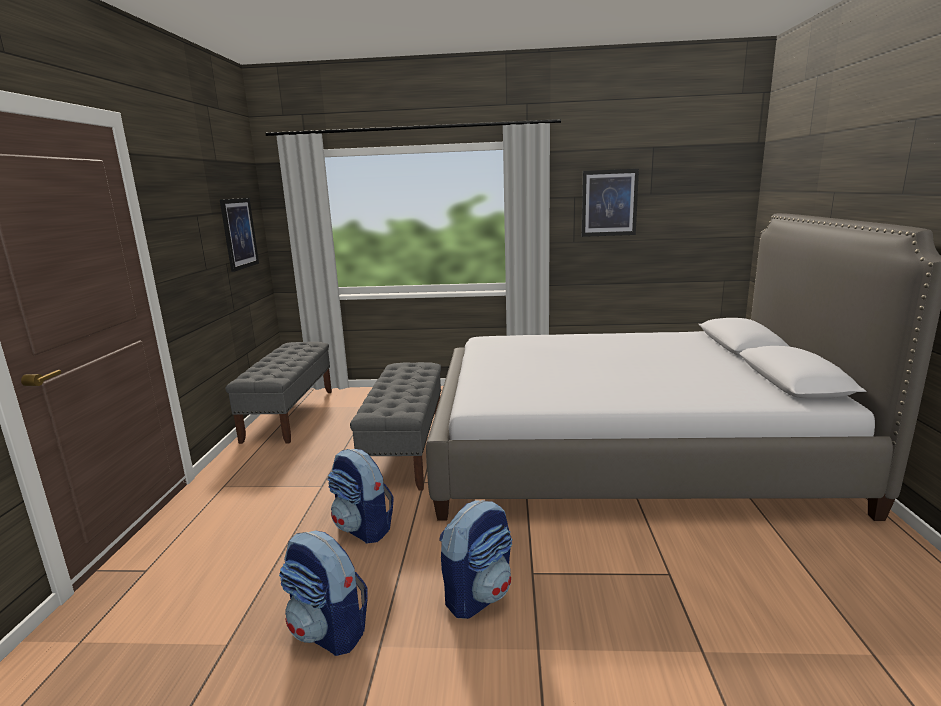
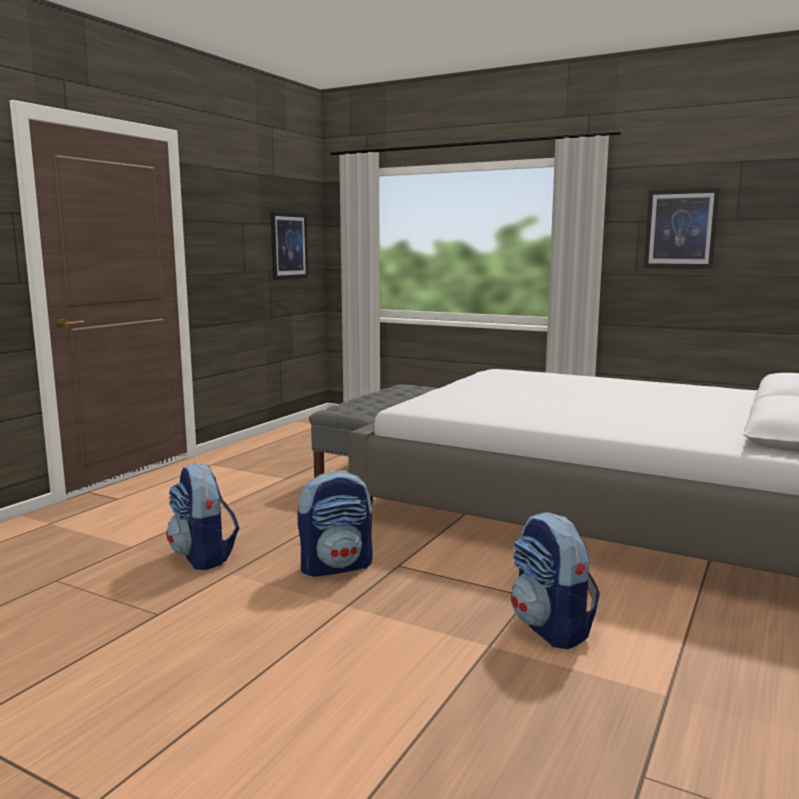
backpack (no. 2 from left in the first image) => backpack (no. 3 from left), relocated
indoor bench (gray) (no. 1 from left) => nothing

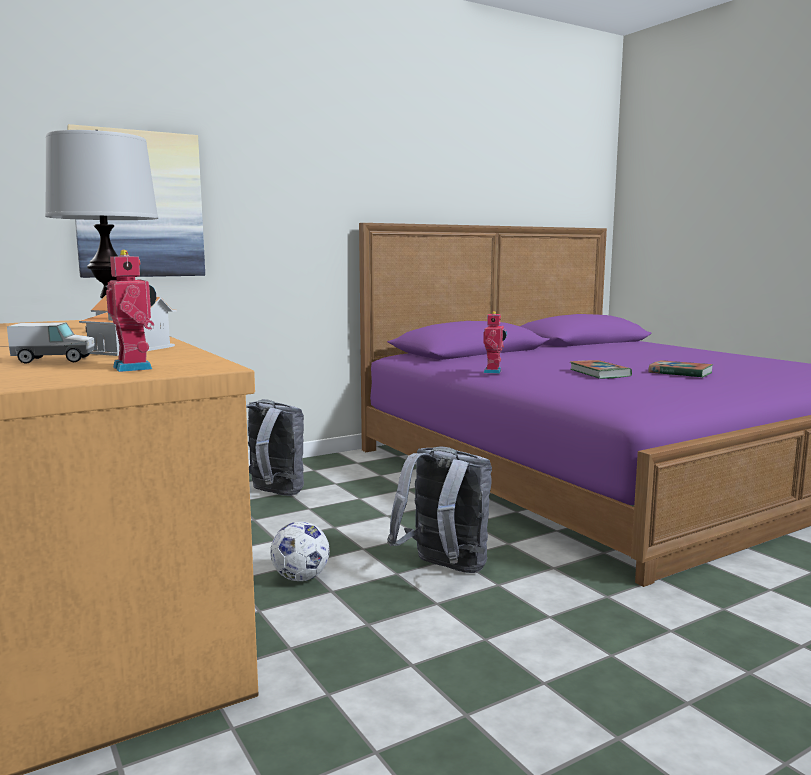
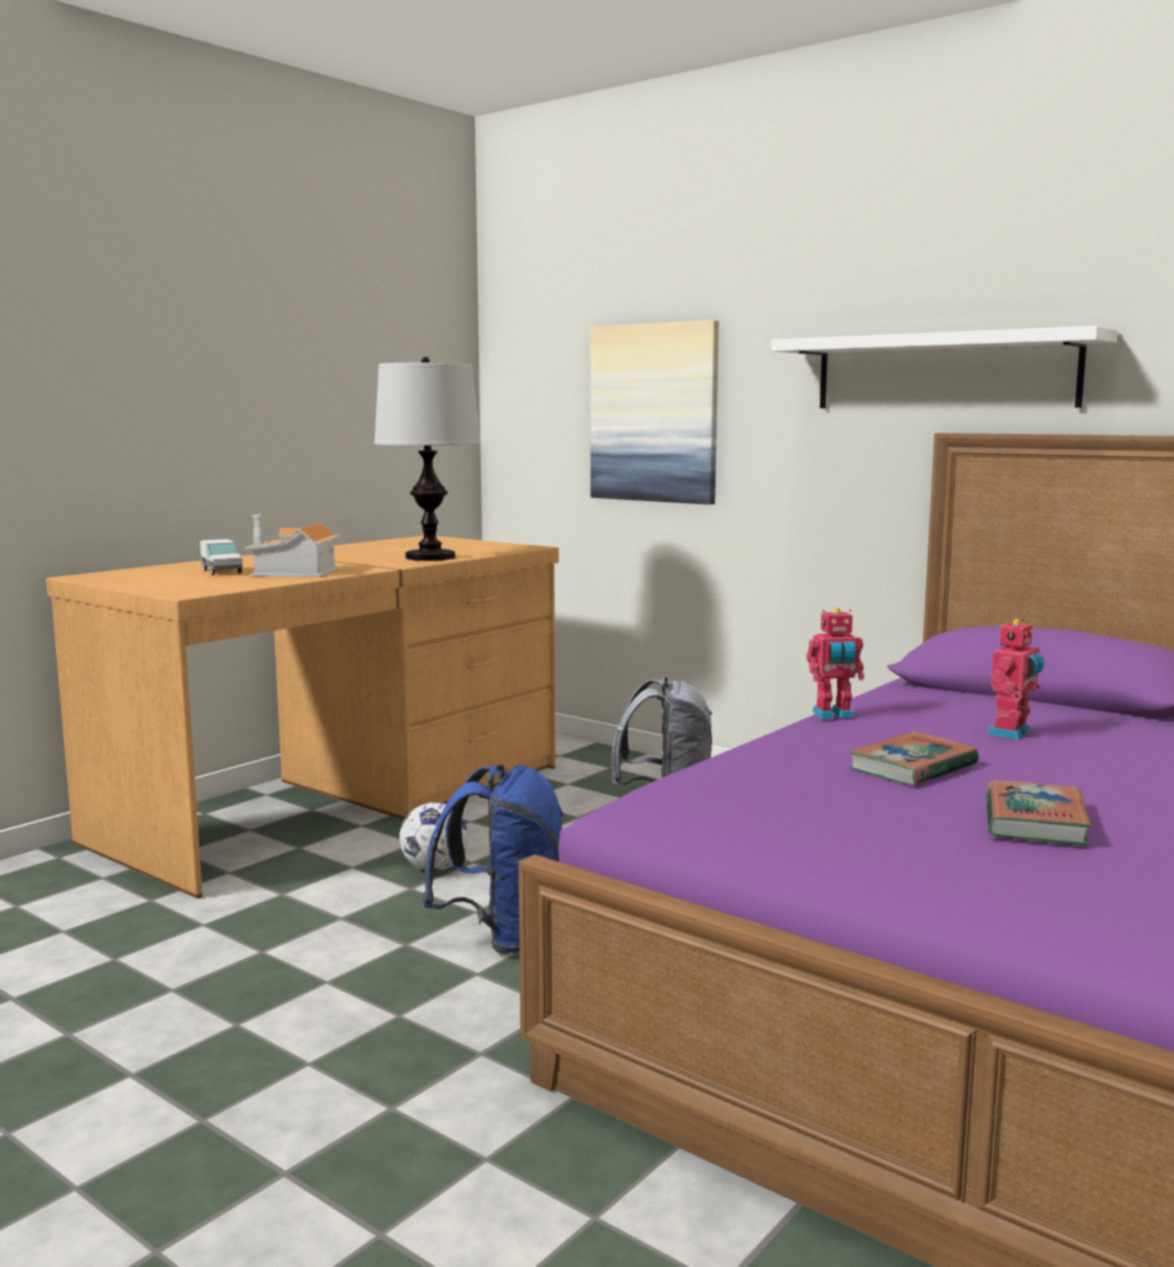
backpack (gray) (no. 2 from left) => backpack (bluish)
nothing => shelf (whitish)
toy robot (no. 1 from left in the first image) => toy robot (no. 2 from left), relocated

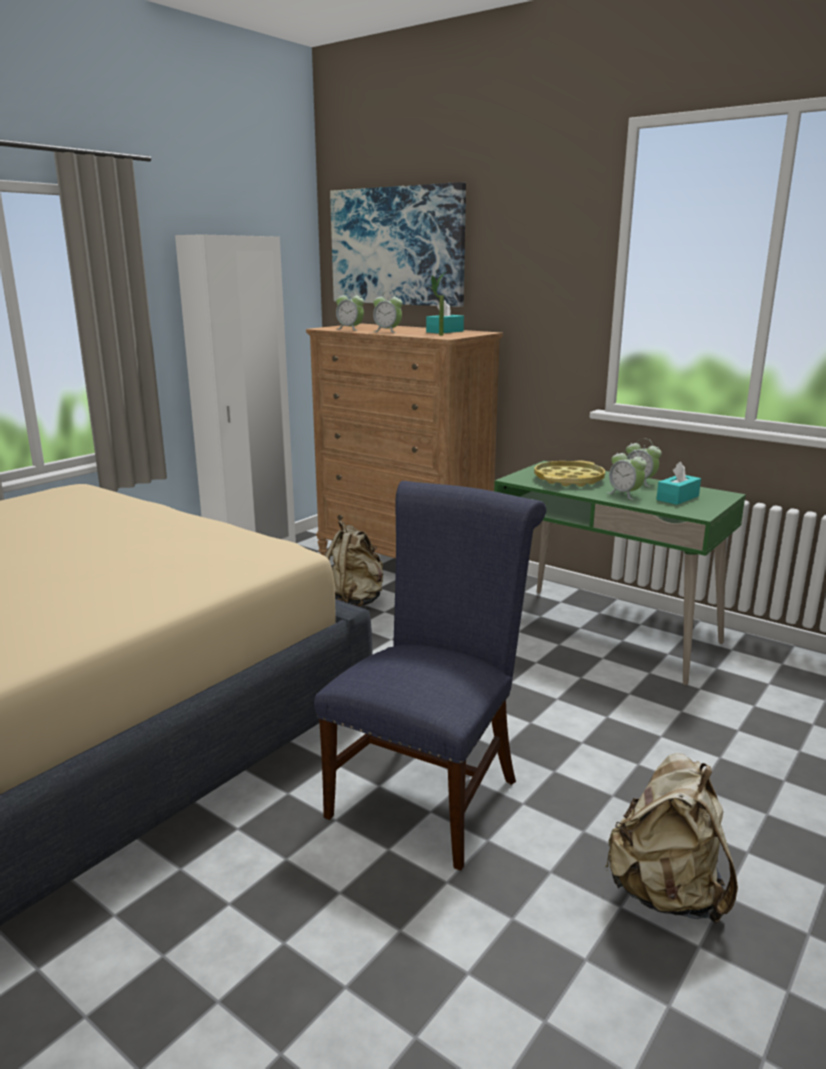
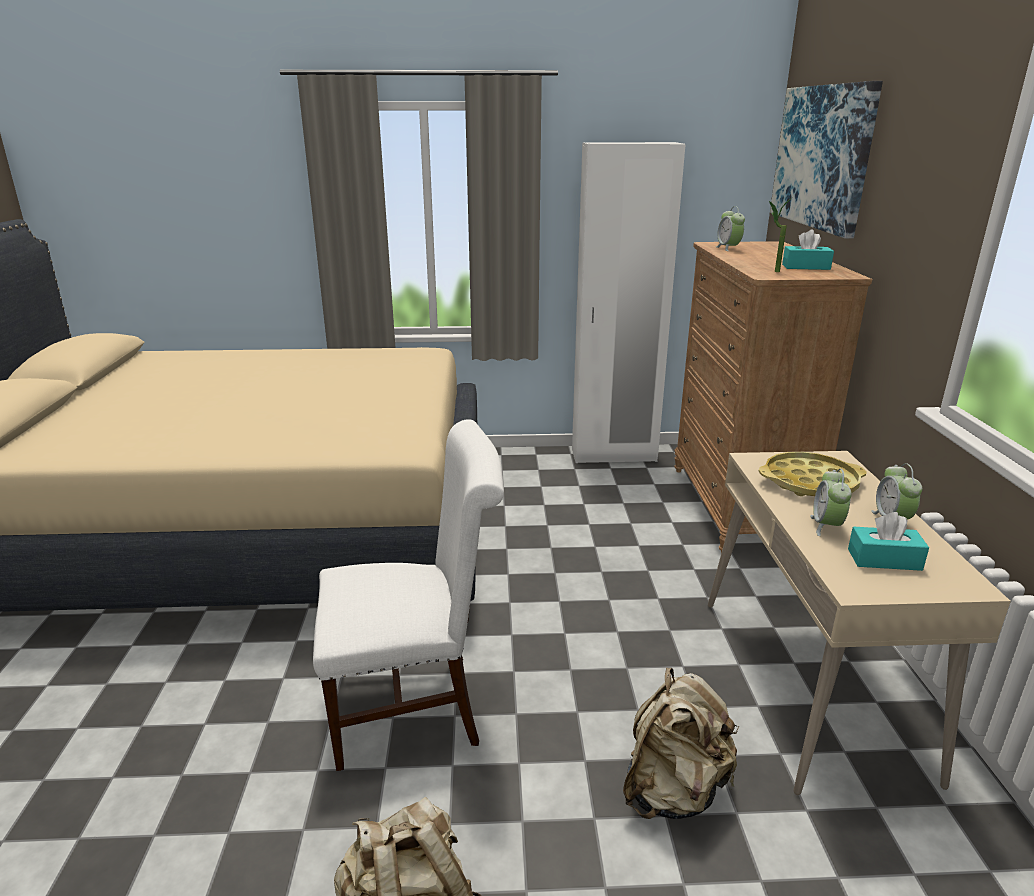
chair (bluish) => chair (whitish)
backpack (sand-coloured) (no. 1 from left in the first image) => backpack (sand-coloured) (no. 2 from left), relocated
desk unit (green) => desk unit (sand-coloured)
bedside clock (no. 2 from left) => nothing

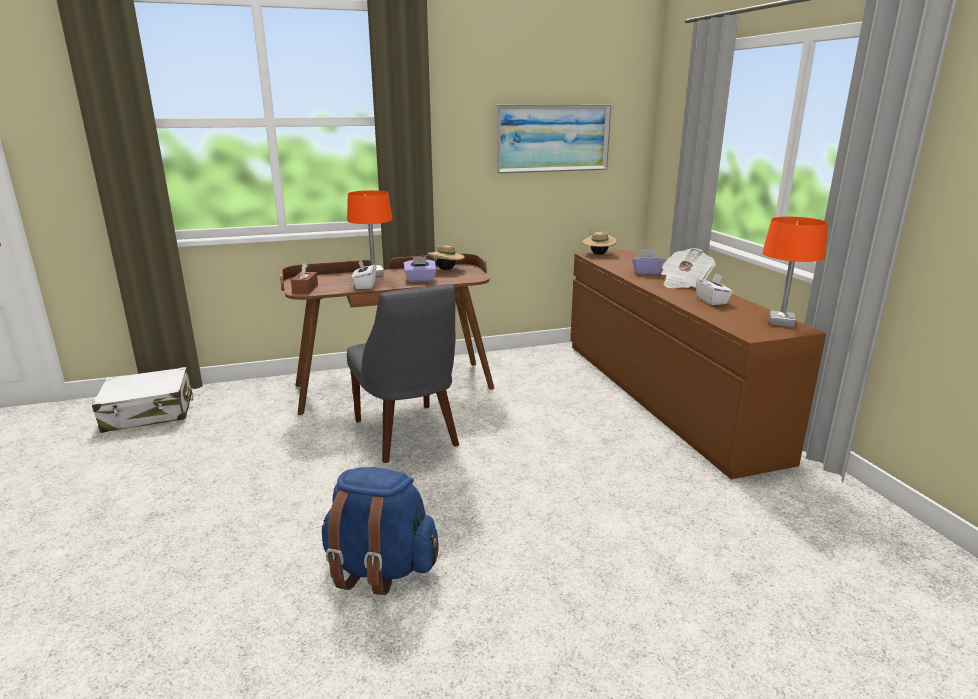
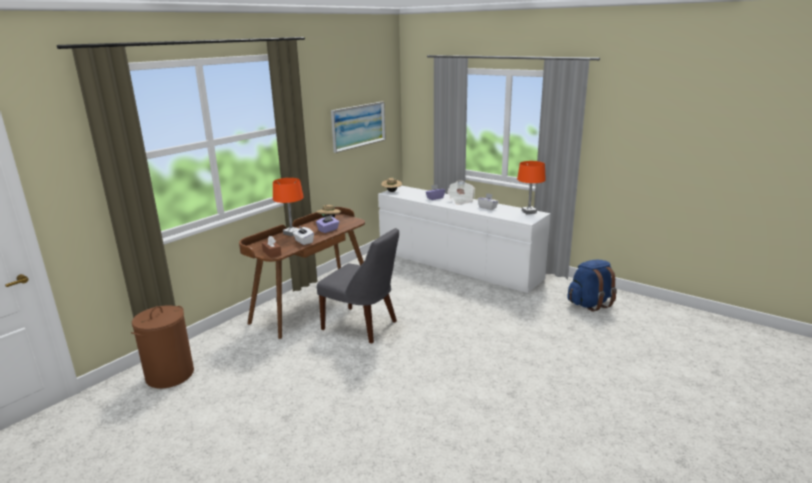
suitcase (whitish) => hamper (brownish)
chest of drawers (brownish) => chest of drawers (whitish)
backpack (bluish), relocated

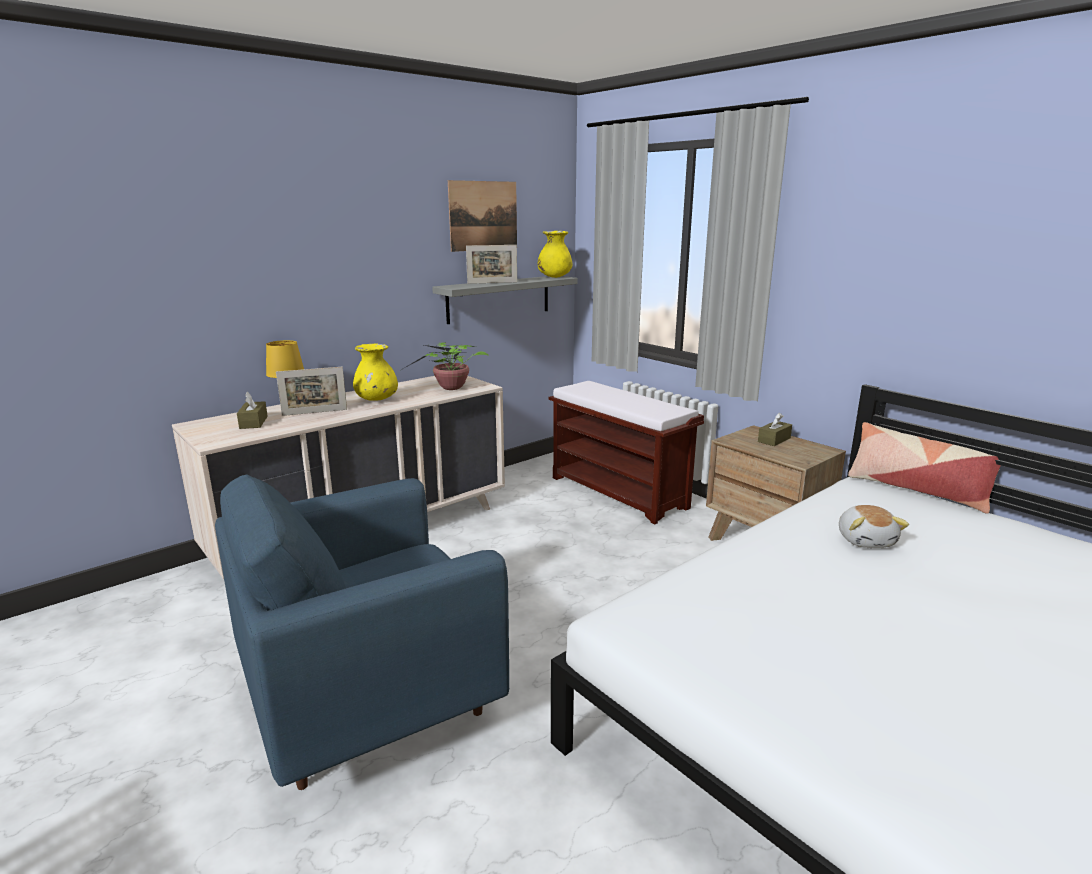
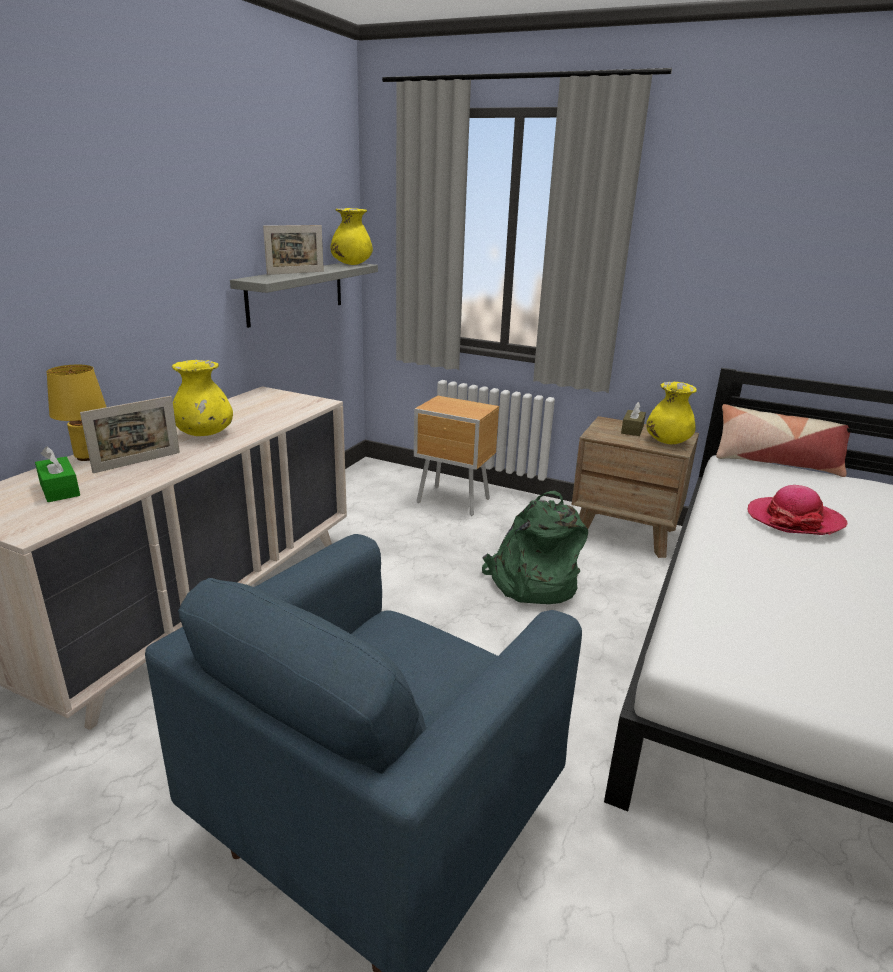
tissue holder (brownish) (no. 1 from left) => tissue holder (green)
indoor bench (brownish) => night table (brownish) (no. 1 from left)
nothing => backpack (green)
nothing => vase (yellow) (no. 3 from left)
soft toy => wearable hat
potted plant => nothing
picture => nothing

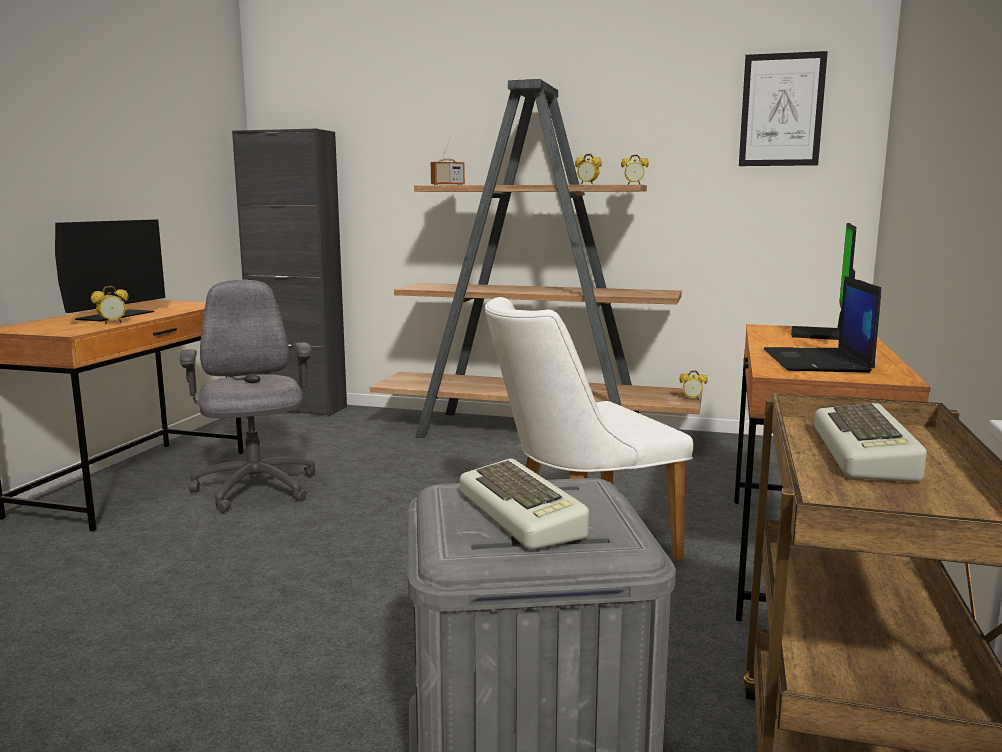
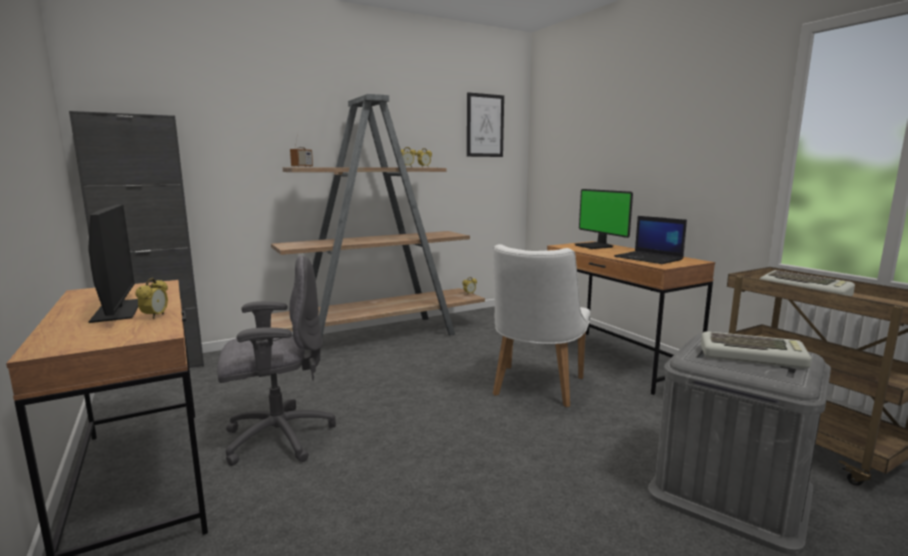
computer chair (gray), 135 degrees clockwise

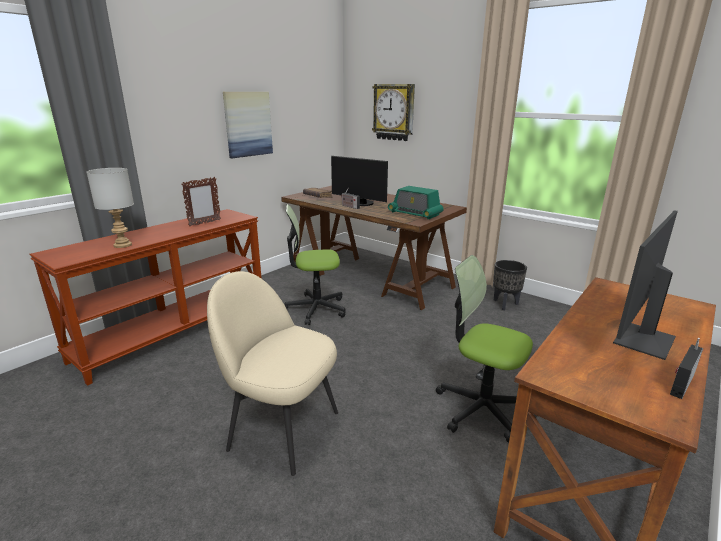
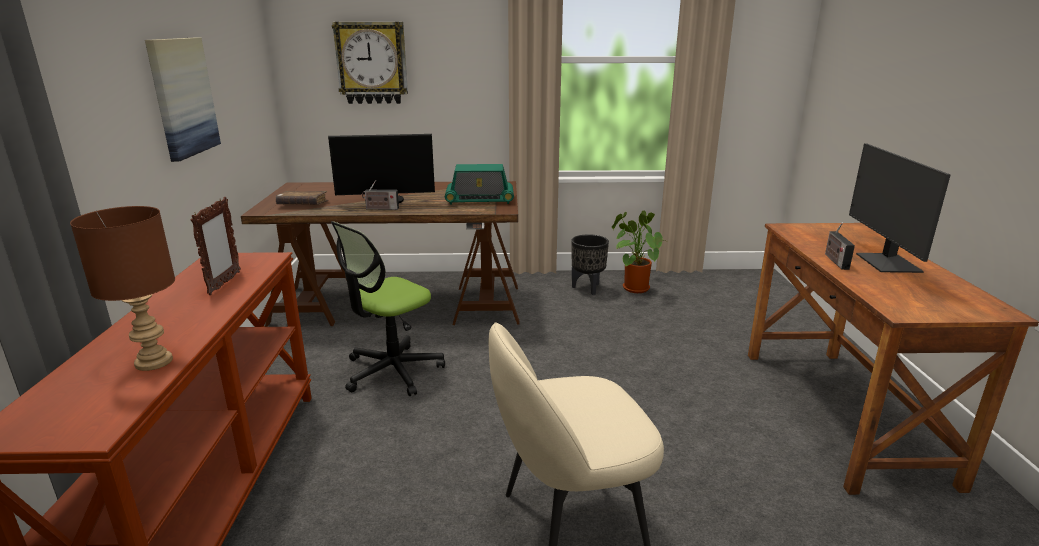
lamp for a table (gray) => lamp for a table (brownish)
nothing => potted plant
radio (no. 3 from left), relocated
computer chair (no. 2 from left) => nothing

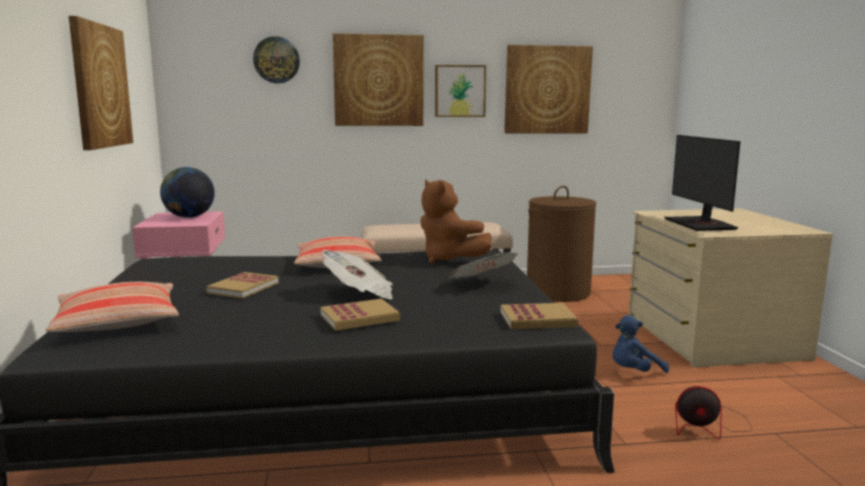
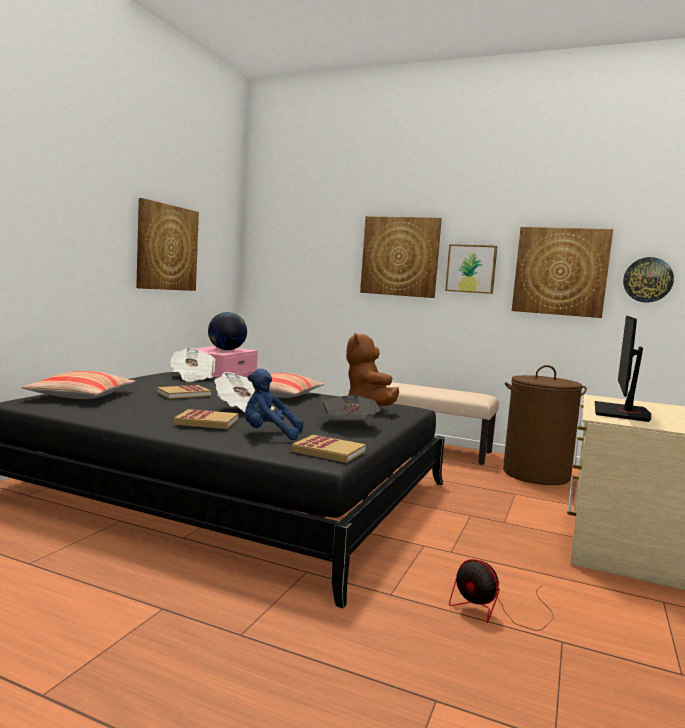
nothing => newspaper (no. 1 from left)
soft toy (bluish), relocated
hanging clock, relocated

